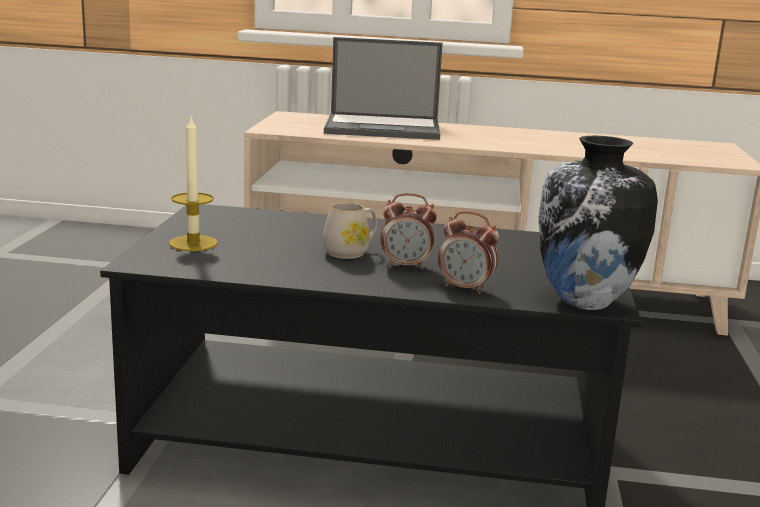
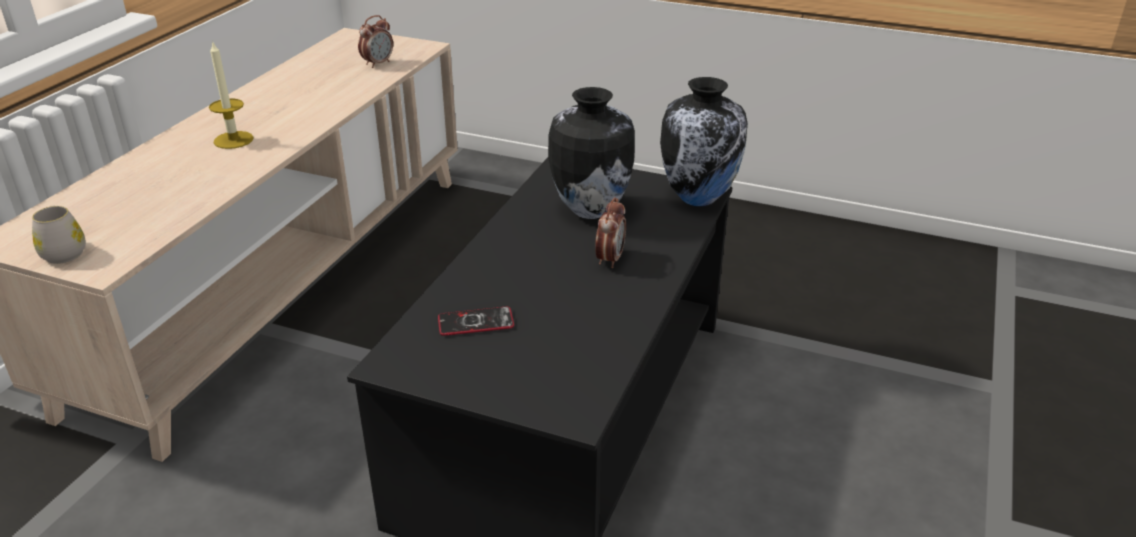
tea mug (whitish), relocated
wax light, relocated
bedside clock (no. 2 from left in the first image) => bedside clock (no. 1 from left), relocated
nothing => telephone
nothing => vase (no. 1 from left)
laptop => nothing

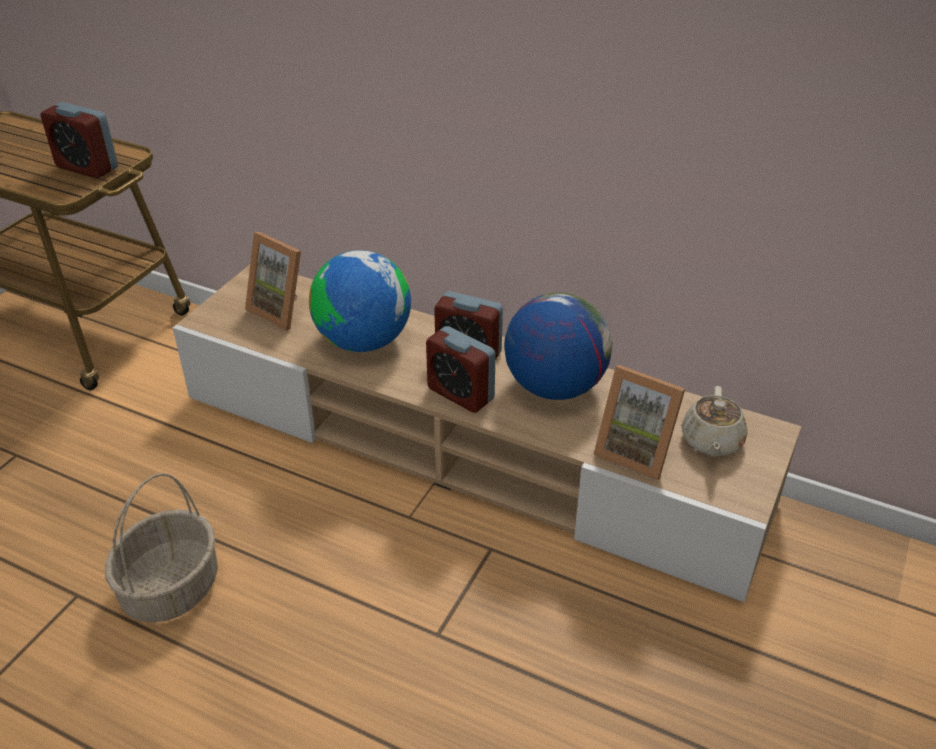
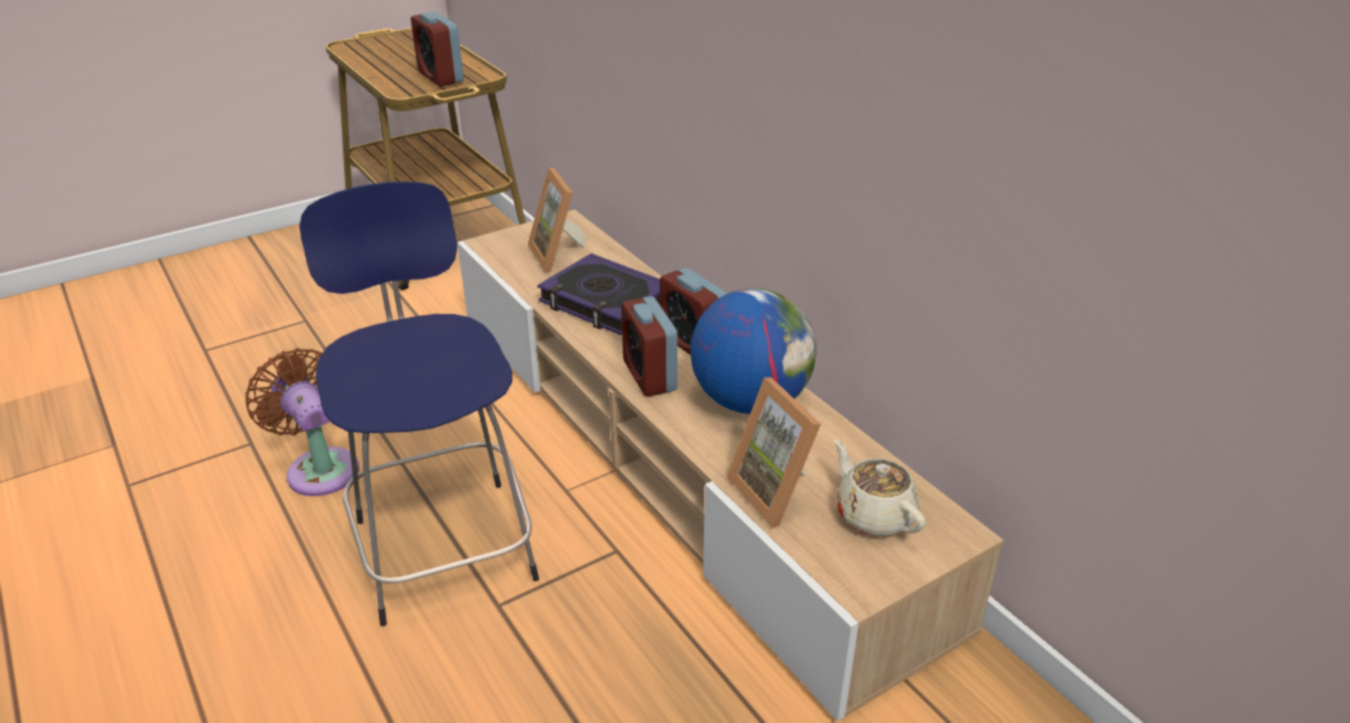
basket => cooling fan (brownish)
nothing => stool (bluish)
globe (no. 1 from left) => volume
teapot (sand-coloured), 105 degrees clockwise

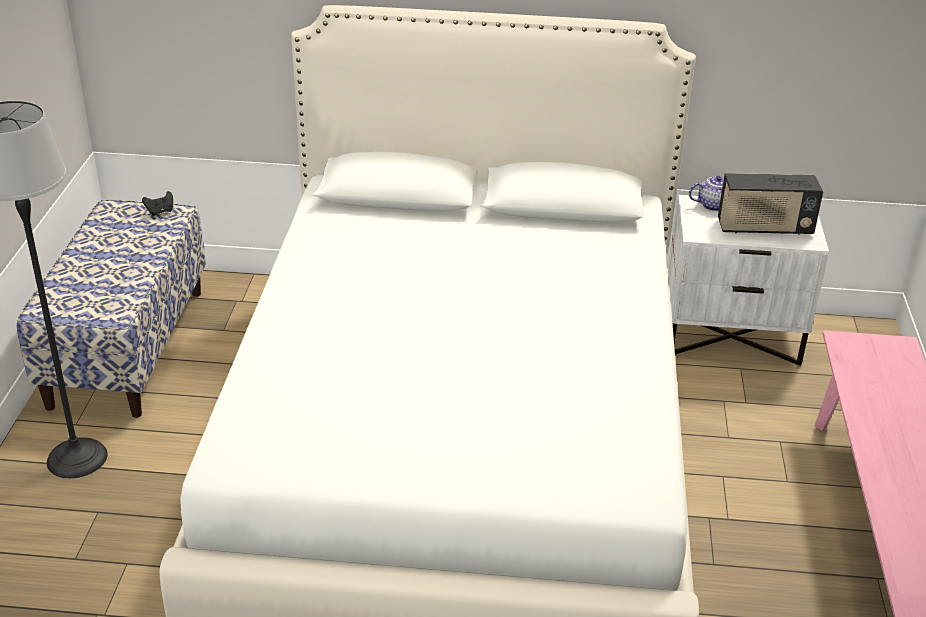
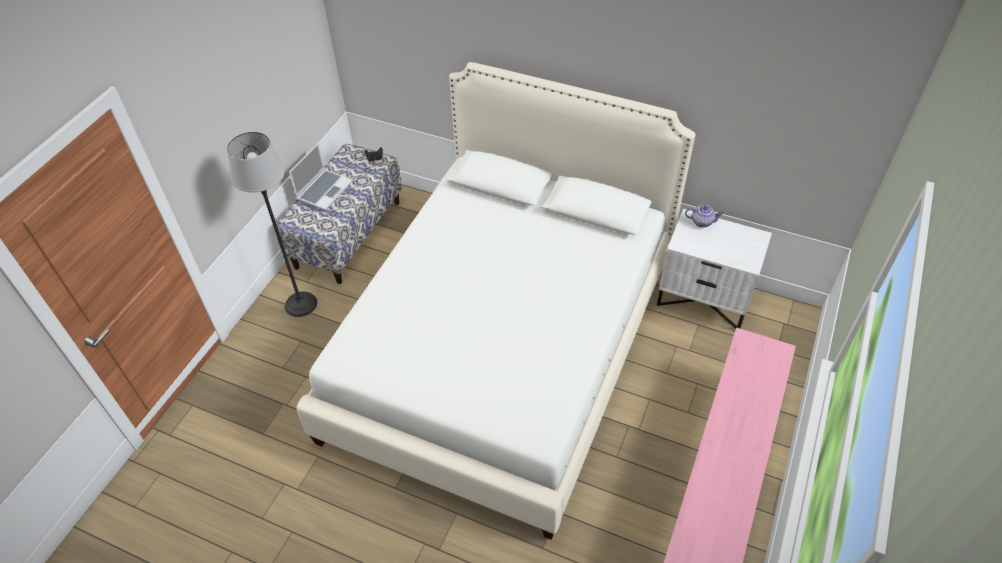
nothing => laptop
radio => nothing

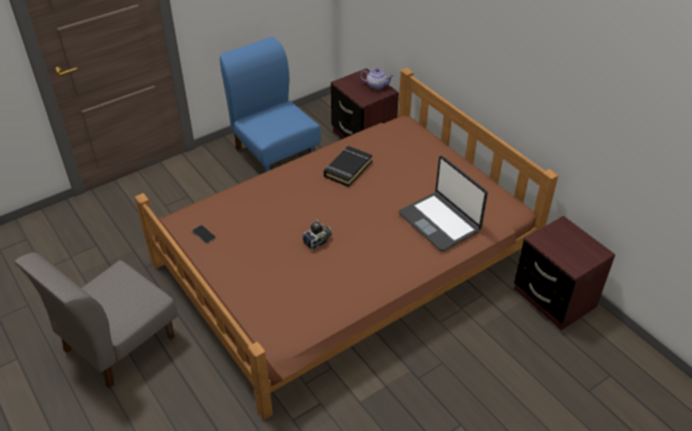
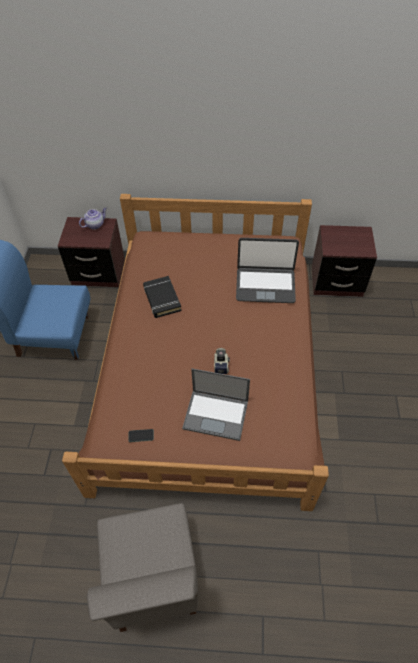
nothing => laptop (no. 1 from left)

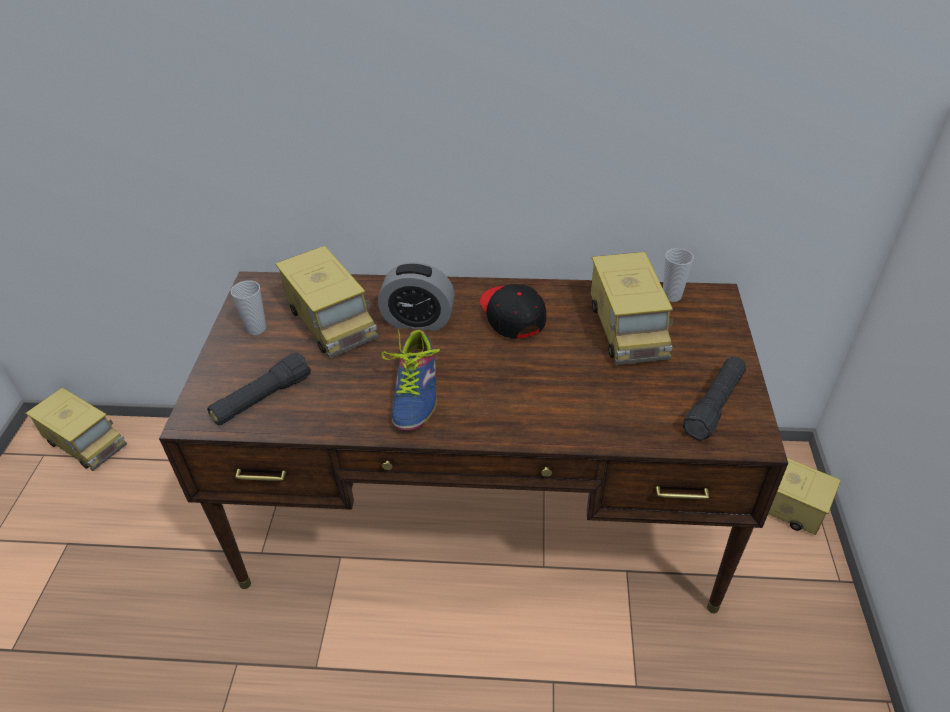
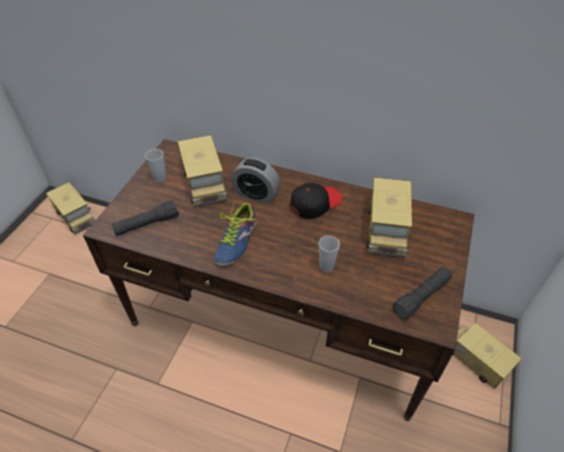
peaked cap (black-coloured), 60 degrees clockwise
cup (no. 2 from left), relocated

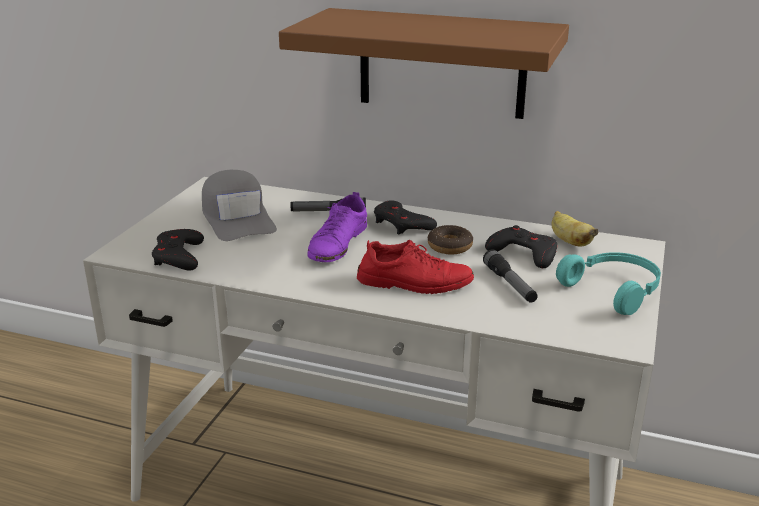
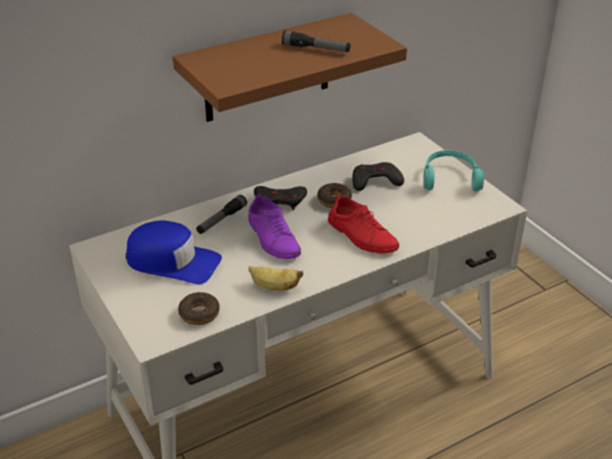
peaked cap (gray) => peaked cap (bluish)
gamepad (black-coloured) (no. 1 from left) => ring doughnut (no. 1 from left)
banana fruit, relocated
torch (no. 2 from left), relocated
shoe (red-coloured), 90 degrees clockwise

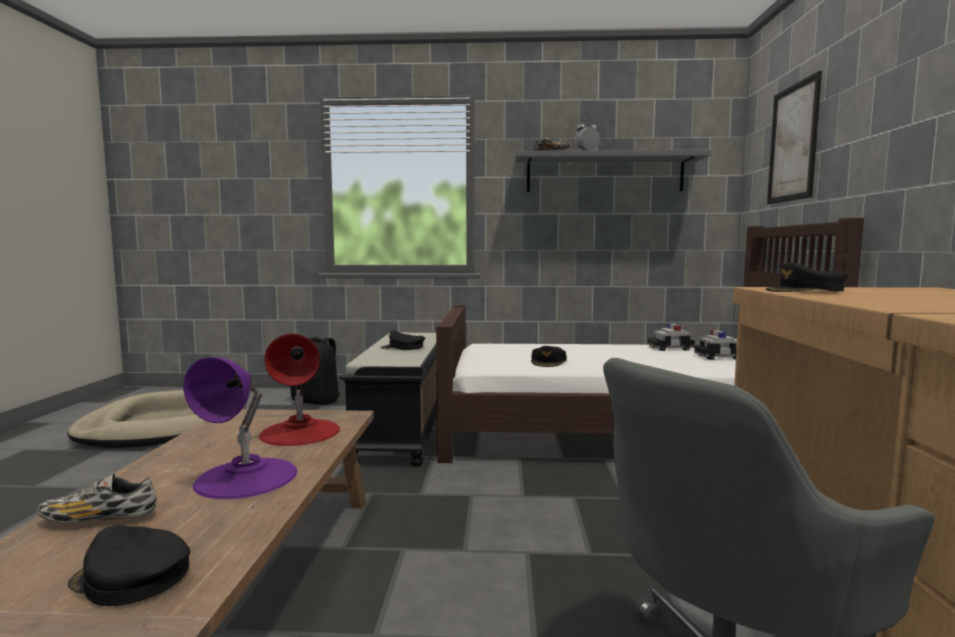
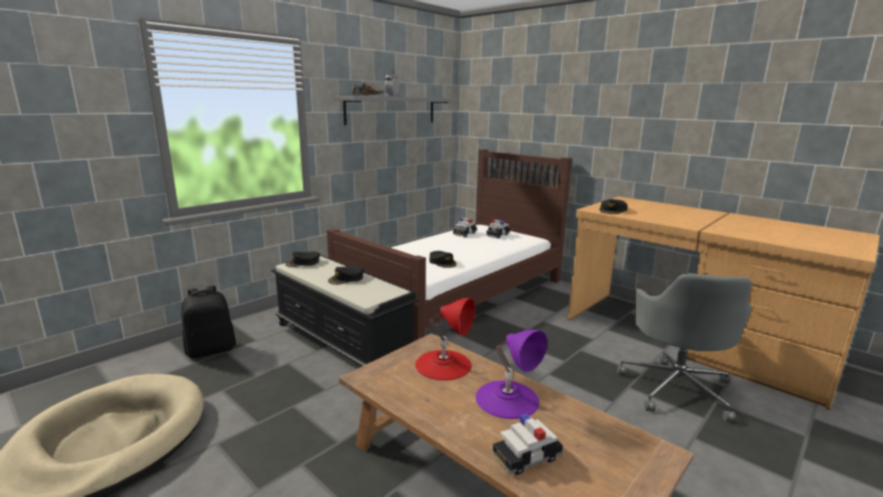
peaked cap (black-coloured) (no. 1 from left), relocated
shoe (no. 1 from left) => model car (no. 3 from left)
picture => nothing

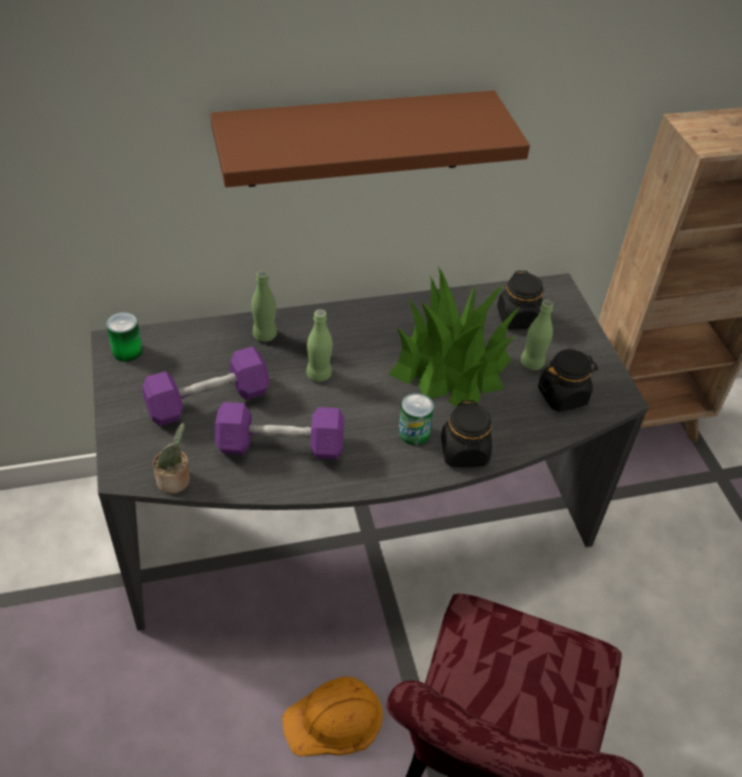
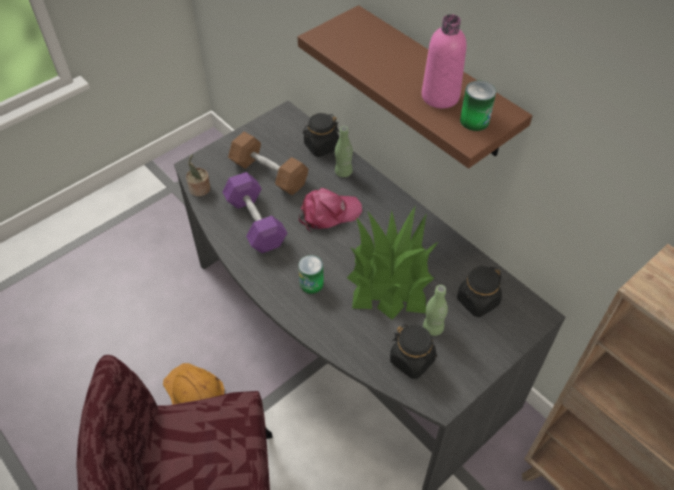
dumbbell (purple) (no. 1 from left) => dumbbell (brownish)
beverage bottle (green) (no. 2 from left) => peaked cap (pink)
storage jar (black-coloured) (no. 1 from left), relocated
nothing => beverage bottle (pink)
sealed can (no. 1 from left in the first image) => sealed can (no. 2 from left), relocated

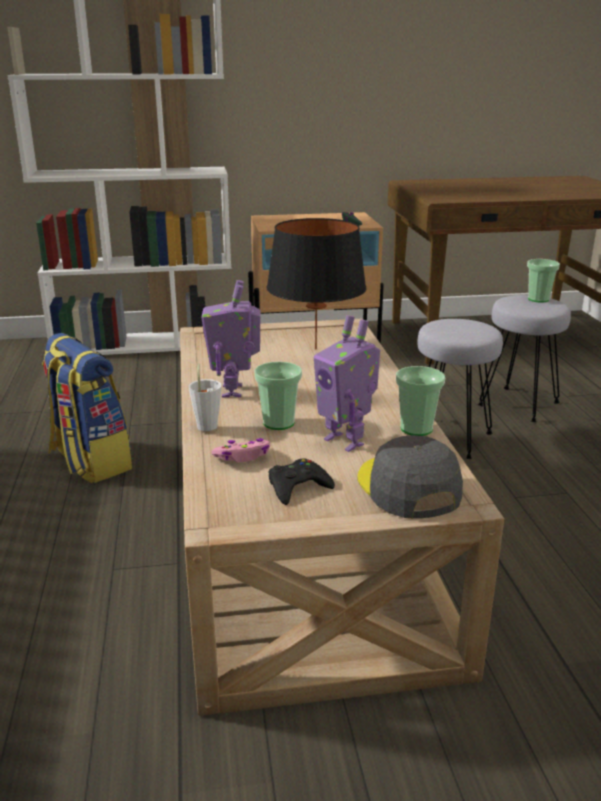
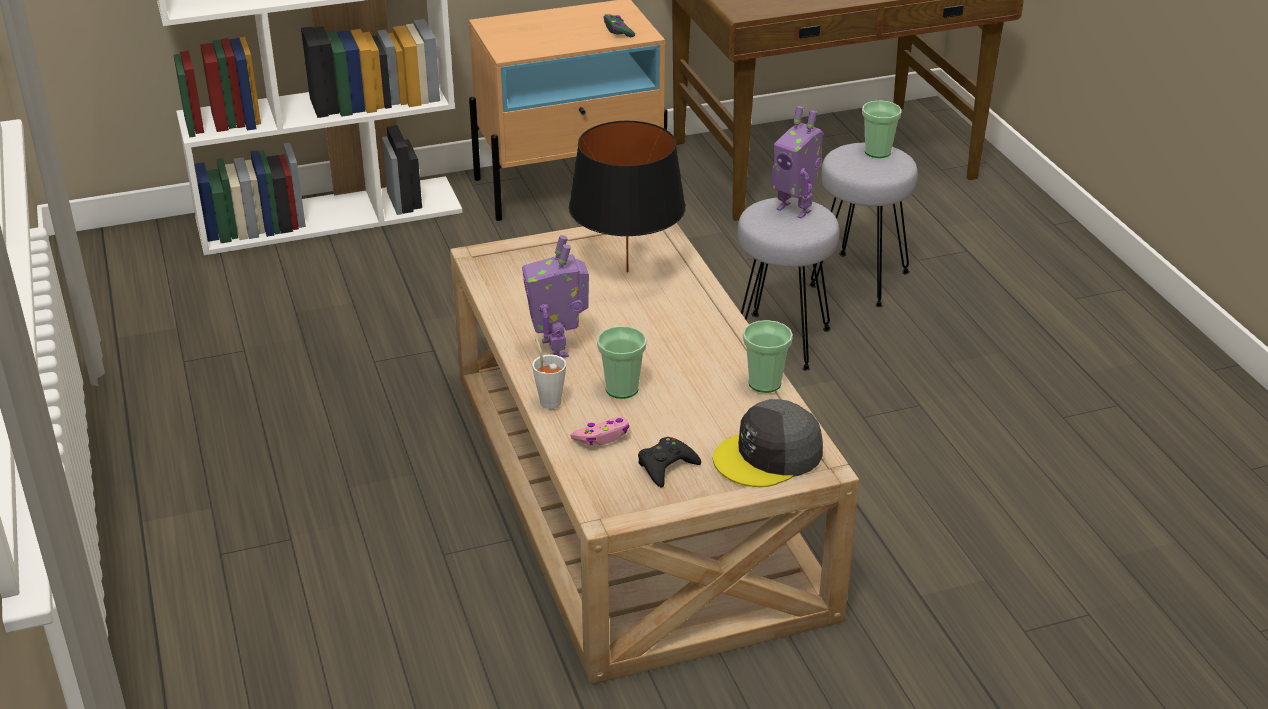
peaked cap (gray), 90 degrees counterclockwise
toy robot (no. 2 from left), relocated
backpack => nothing

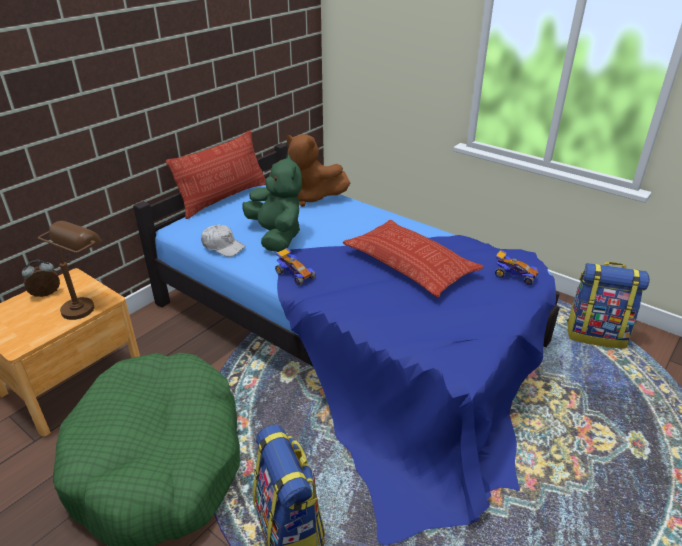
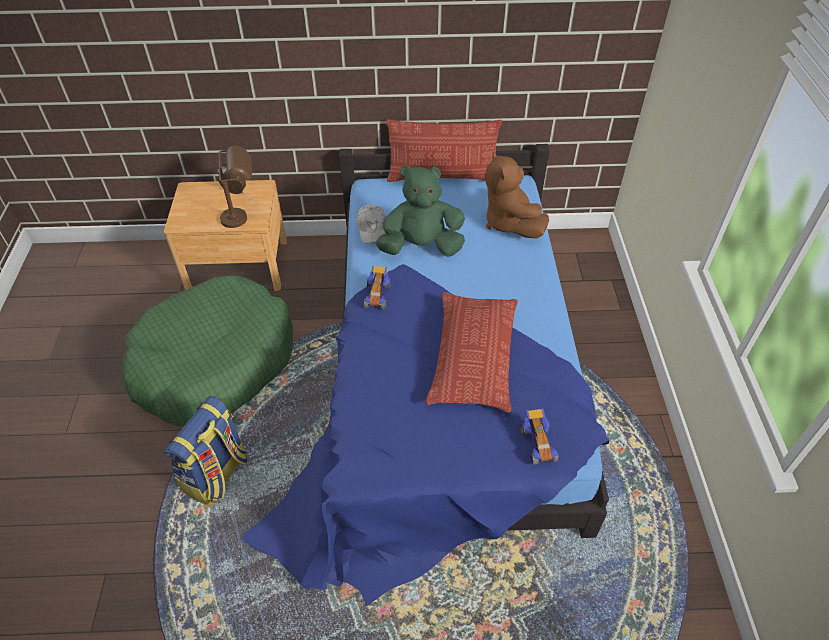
soft toy (green), 120 degrees counterclockwise
backpack (no. 2 from left) => nothing

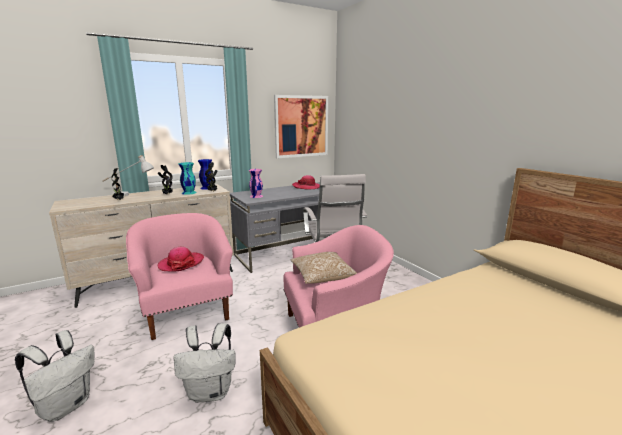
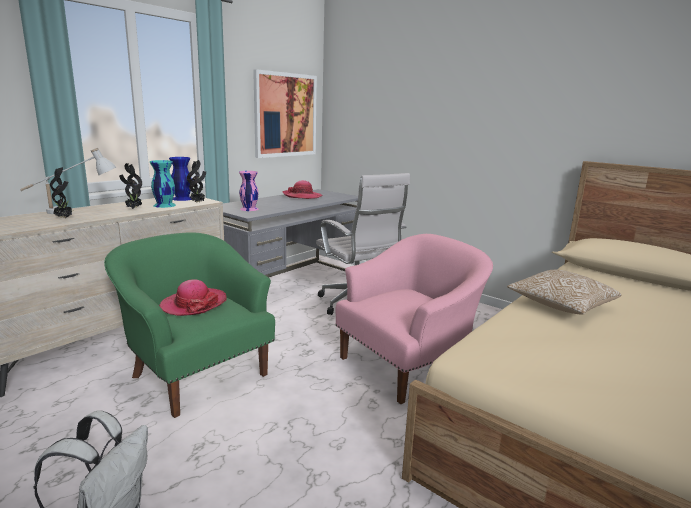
armchair (pink) (no. 1 from left) => armchair (green)
throw pillow, relocated
backpack (whitish) (no. 2 from left) => nothing

